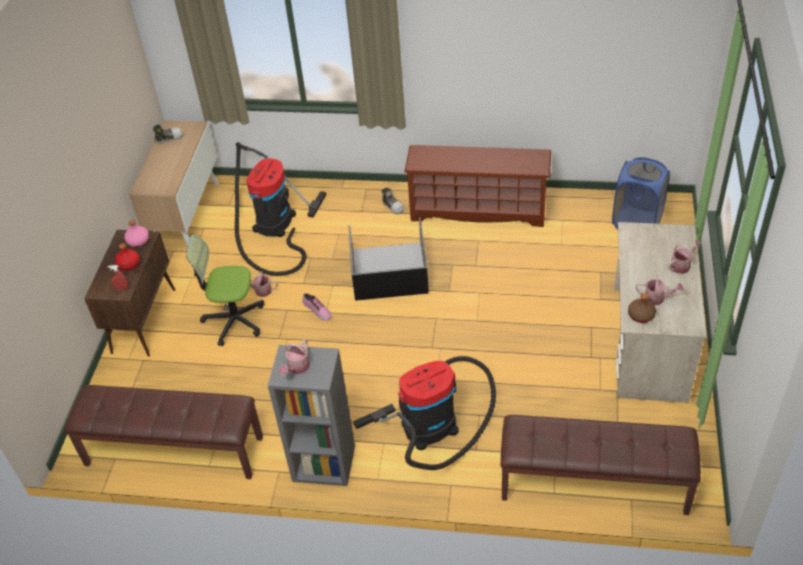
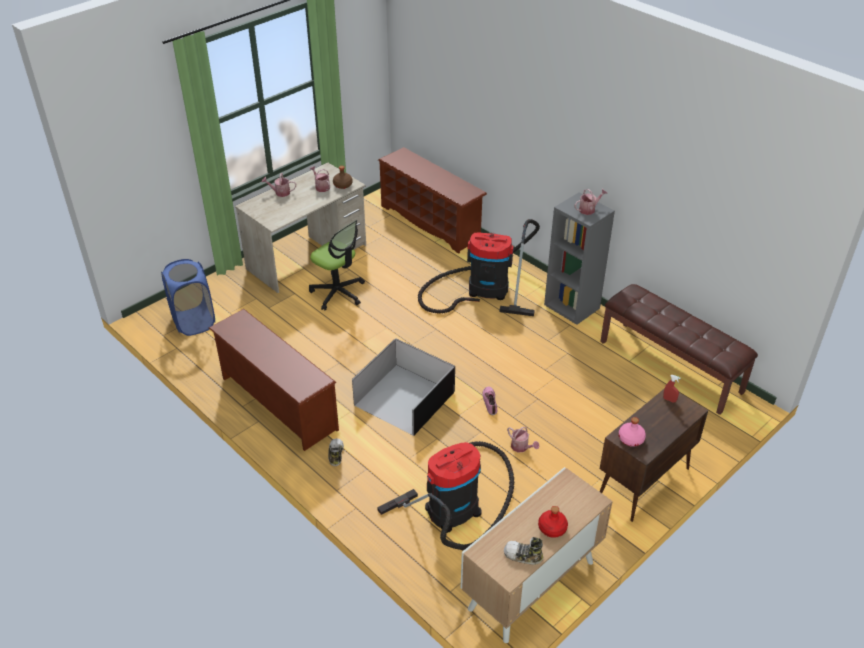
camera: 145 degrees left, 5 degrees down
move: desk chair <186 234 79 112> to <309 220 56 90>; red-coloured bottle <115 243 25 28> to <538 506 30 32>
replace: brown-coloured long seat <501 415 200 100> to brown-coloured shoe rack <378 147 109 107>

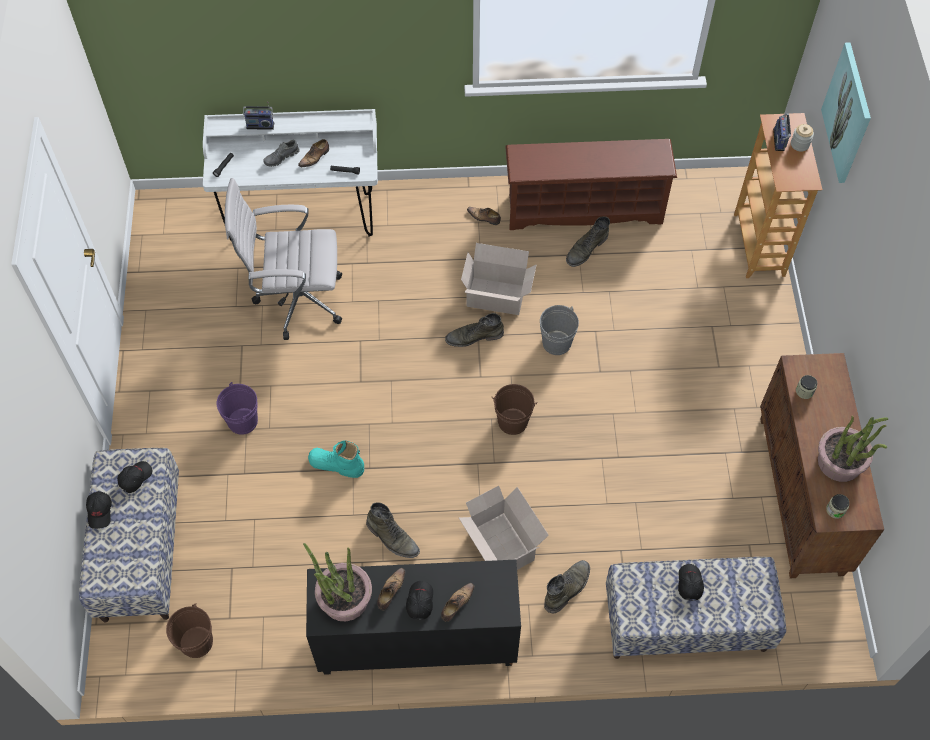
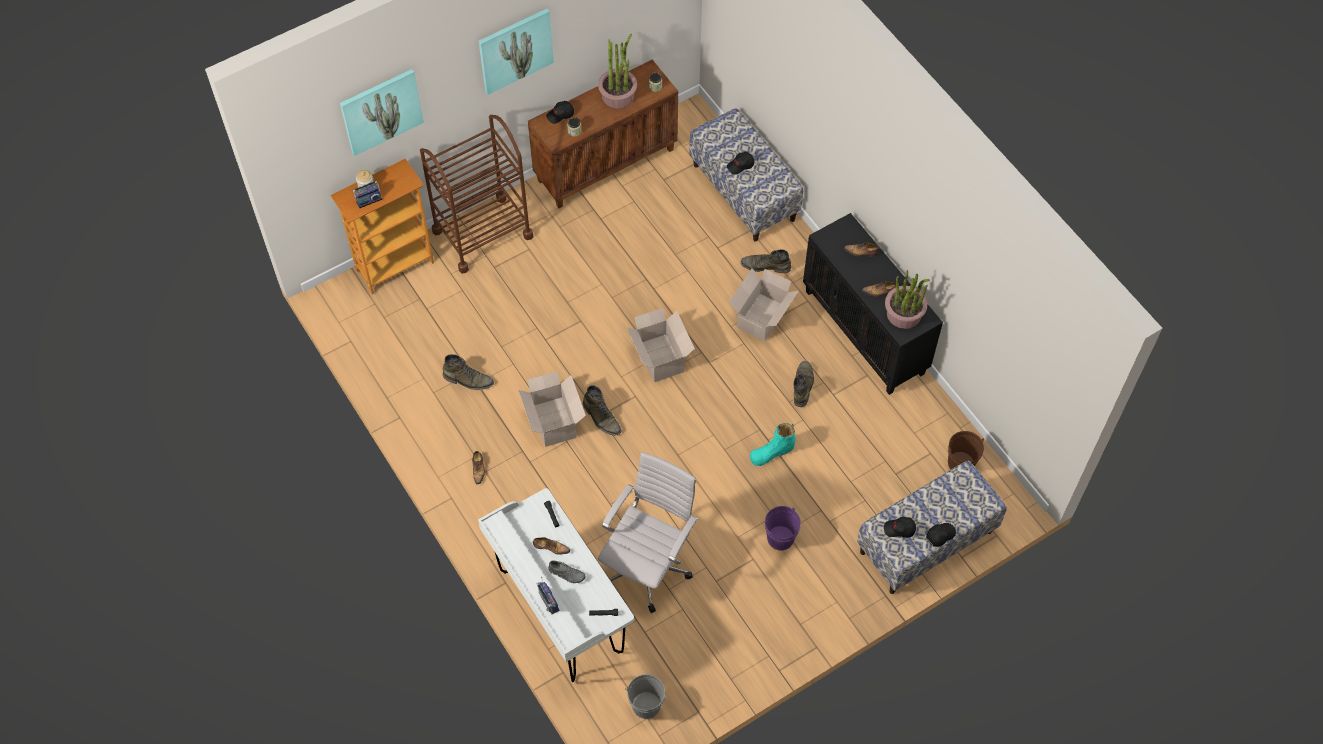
camera: 120 degrees left, 0 degrees up
delete: brown-coloured shoe rack <505 139 172 91>
insert: brown-coloured wheeled cart <420 115 113 159>; picture <479 8 75 87>
move: blackish peaked cap <406 581 27 39> to <546 101 28 23>; grey bucket <540 305 39 50> to <625 674 42 45>
replace: brown-coloured bucket <492 384 46 51> to cardboard box <626 308 69 74>
rotate: white desk chair <225 178 117 162> = <598 452 100 161> 120 degrees counterclockwise; blue-green tall boot <308 440 56 38> = <750 423 45 43> 75 degrees clockwise

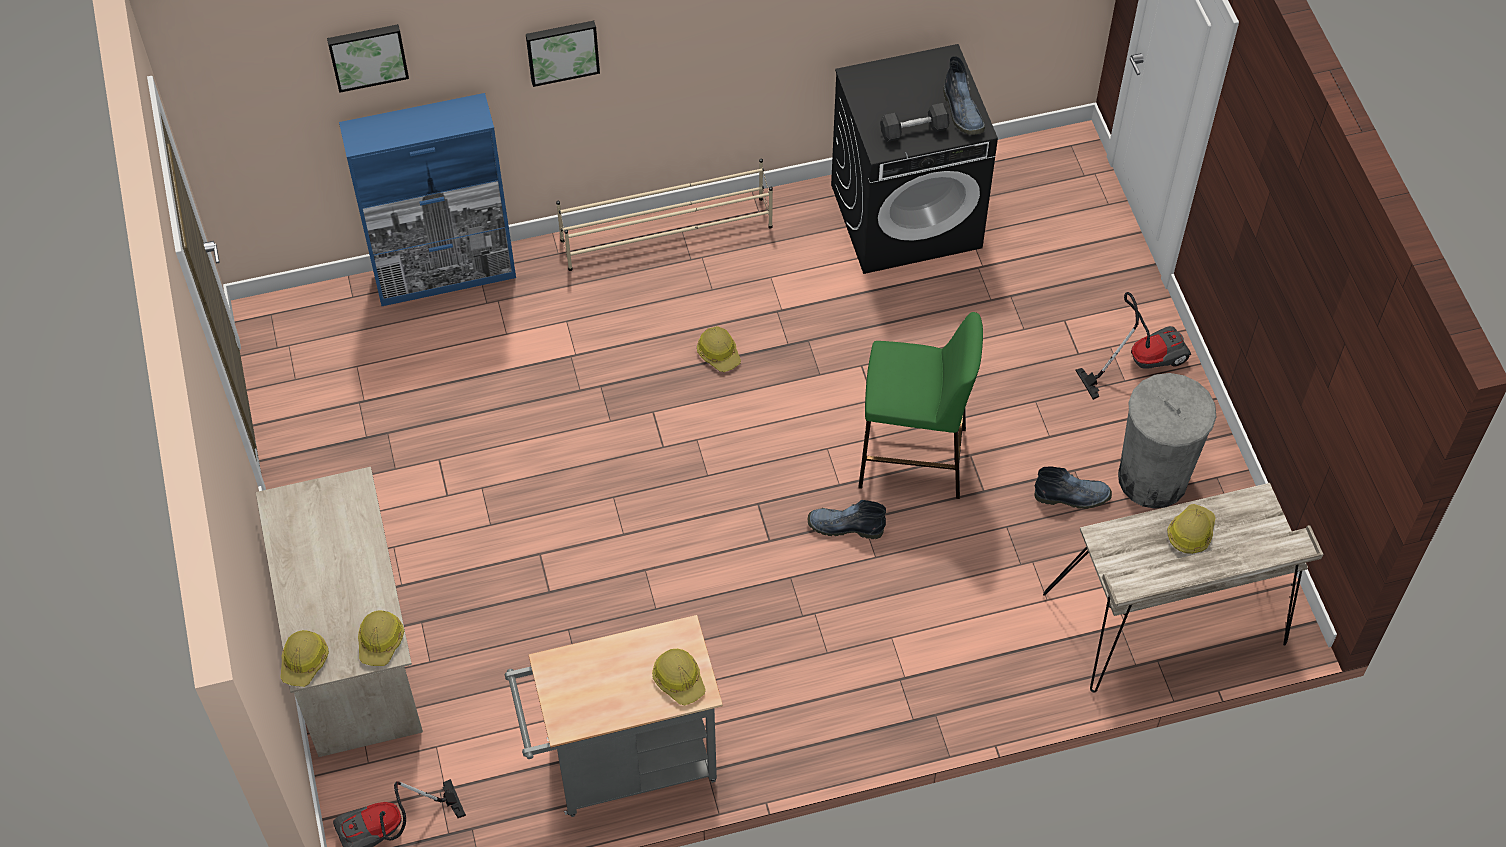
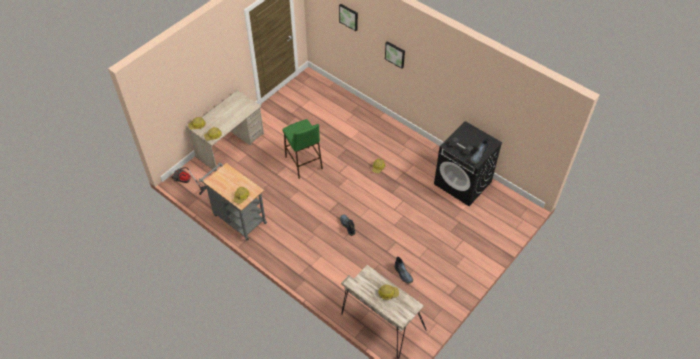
camera: 55 degrees right, 5 degrees down
delete: blue cupboard <339 93 177 213>; beige-coloured shoe rack <556 158 217 113>; vacuum <1075 292 116 108>; grey rubbish bin <1118 373 98 136>
move: green stool seat <858 312 125 187> to <283 119 40 60>

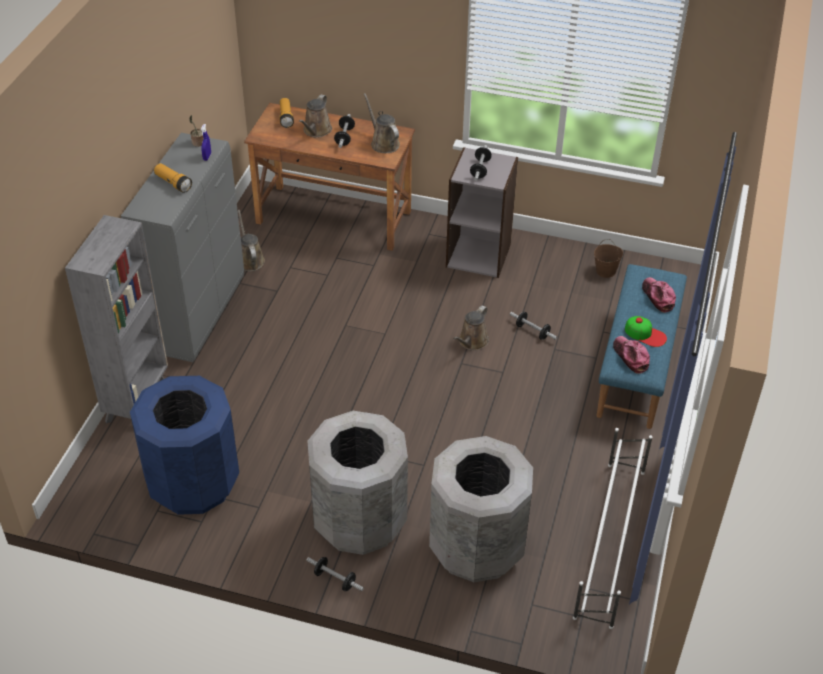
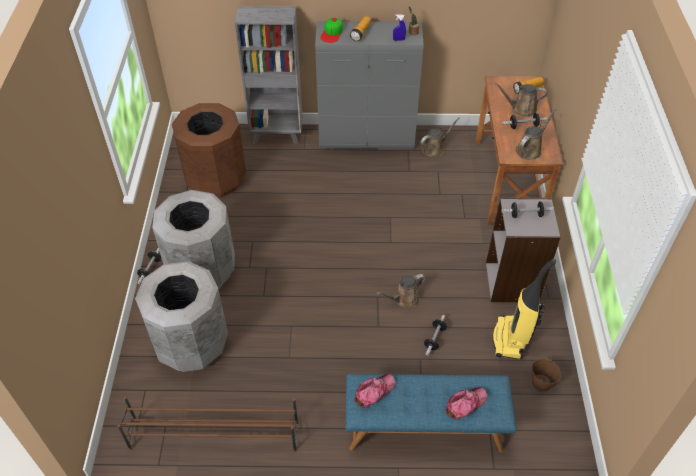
camera: 75 degrees right, 5 degrees up
insert: vacuum <492 259 64 100>
move: peaked cap <625 316 42 31> to <320 18 23 25>
recolor: white shoe rack <573 428 80 201> to brown-coloured shoe rack <117 396 181 56>; blue rubbish bin <130 376 109 139> to brown-coloured rubbish bin <172 103 74 95>
rotate: brown-coloured sprinkling can <453 306 36 45> = <376 274 49 34> 45 degrees counterclockwise

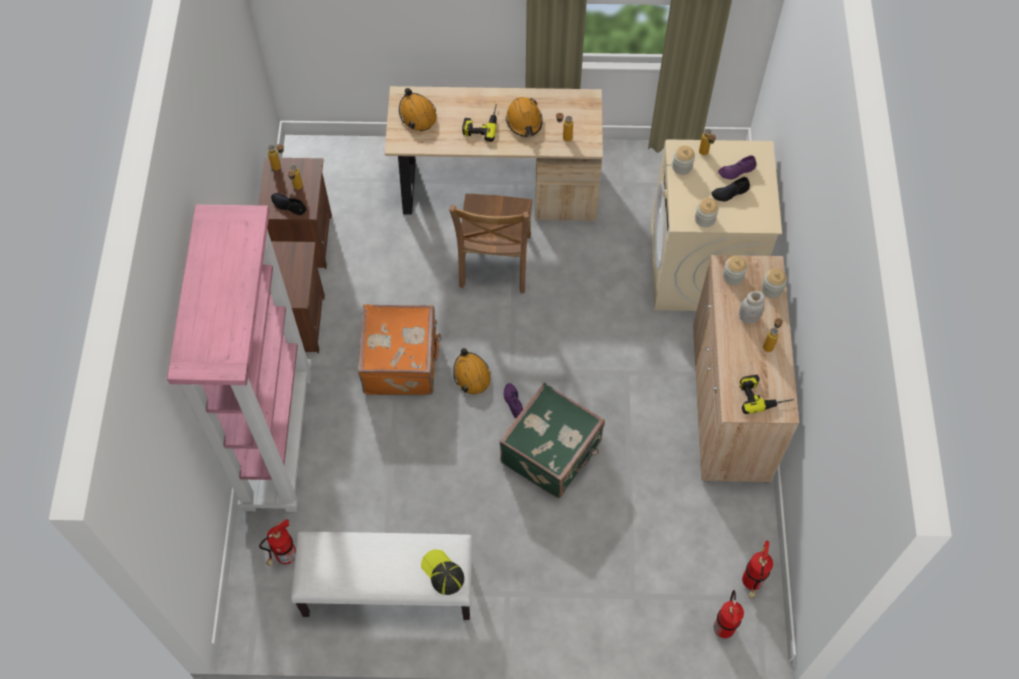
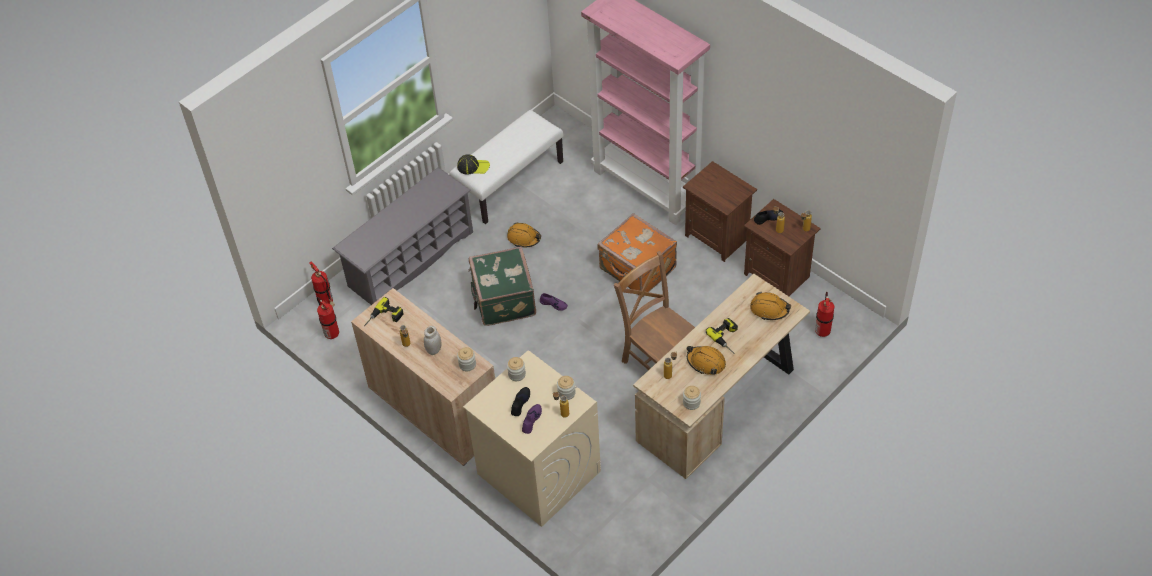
camera: 135 degrees right, 10 degrees down
insert: grey shoe rack <332 167 141 138>
move: orange-coloured work helmet <453 348 38 46> to <507 222 34 25>; preserve jar <762 268 25 30> to <683 386 18 24>; fire extinguisher <259 519 37 47> to <815 292 19 45>

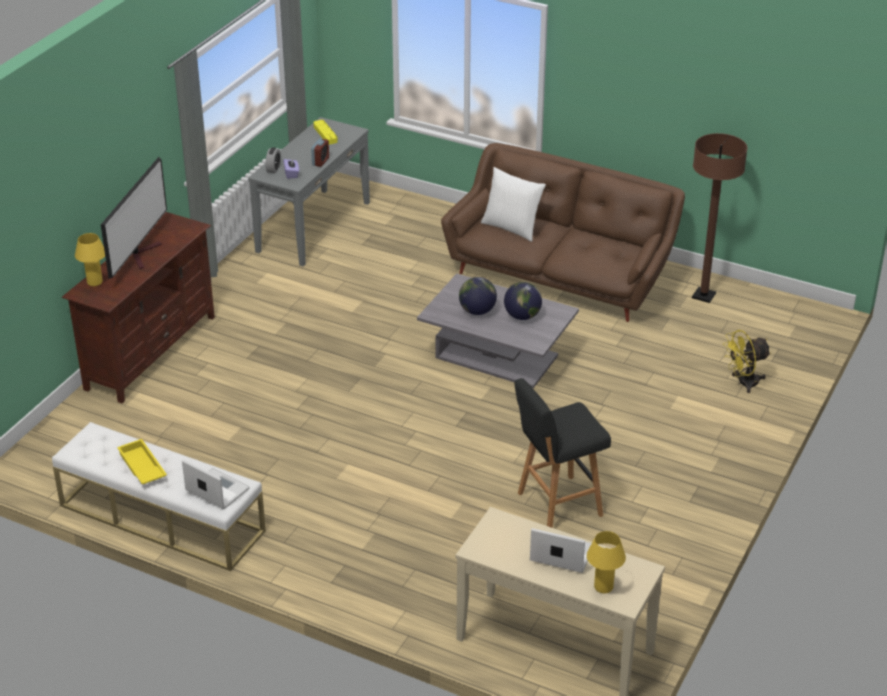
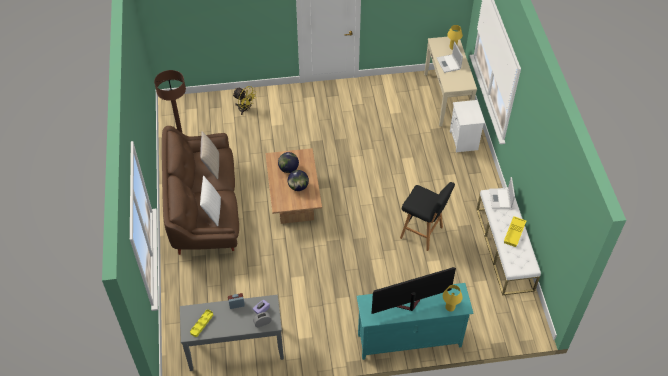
camera: 125 degrees left, 15 degrees up
insert: beige-coloured throw pillow <200 131 19 48>; white night table <450 100 35 52>
move: blackish stool seat <515 378 96 150> to <400 182 55 69>
recolor: grey low table <417 273 162 115> to brown-coloured low table <265 148 57 76>; brown-coloured tv unit <62 212 153 192> to blue-green tv unit <356 283 118 77>

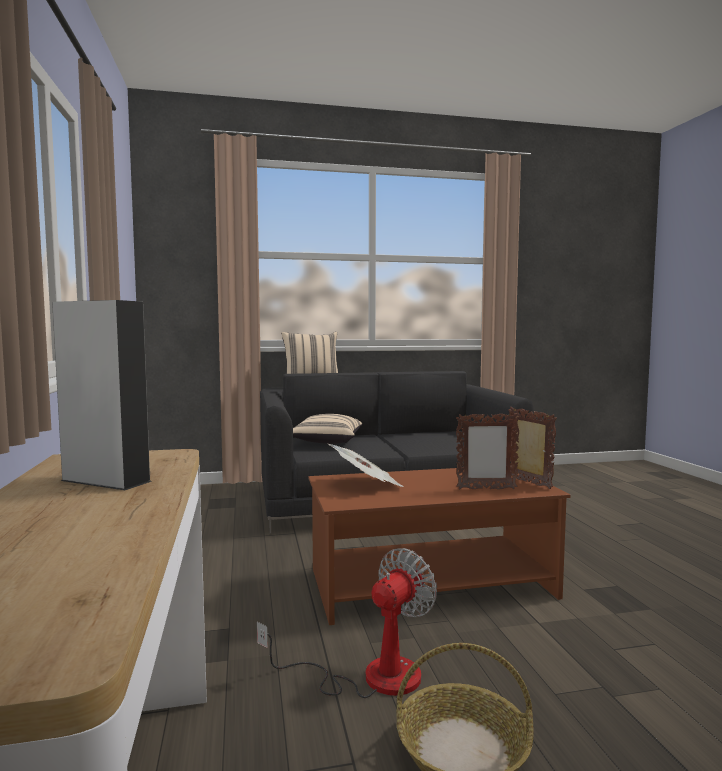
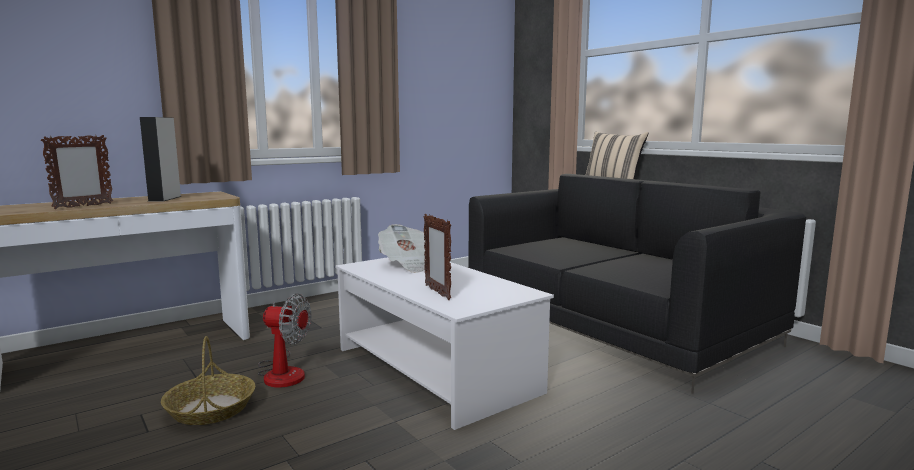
camera: 65 degrees right, 5 degrees up
delete: beige-coloured throw pillow <293 414 69 30>
move: standing frame <508 407 49 82> to <41 135 72 74>
recolor: brown-coloured low table <308 465 263 160> to white low table <335 257 219 173>

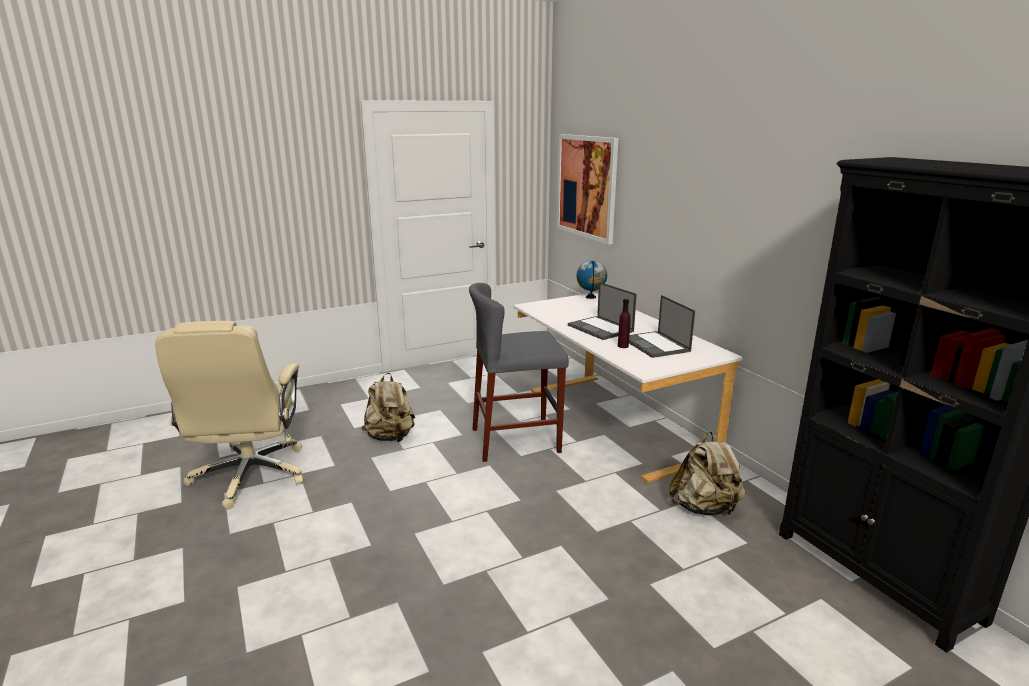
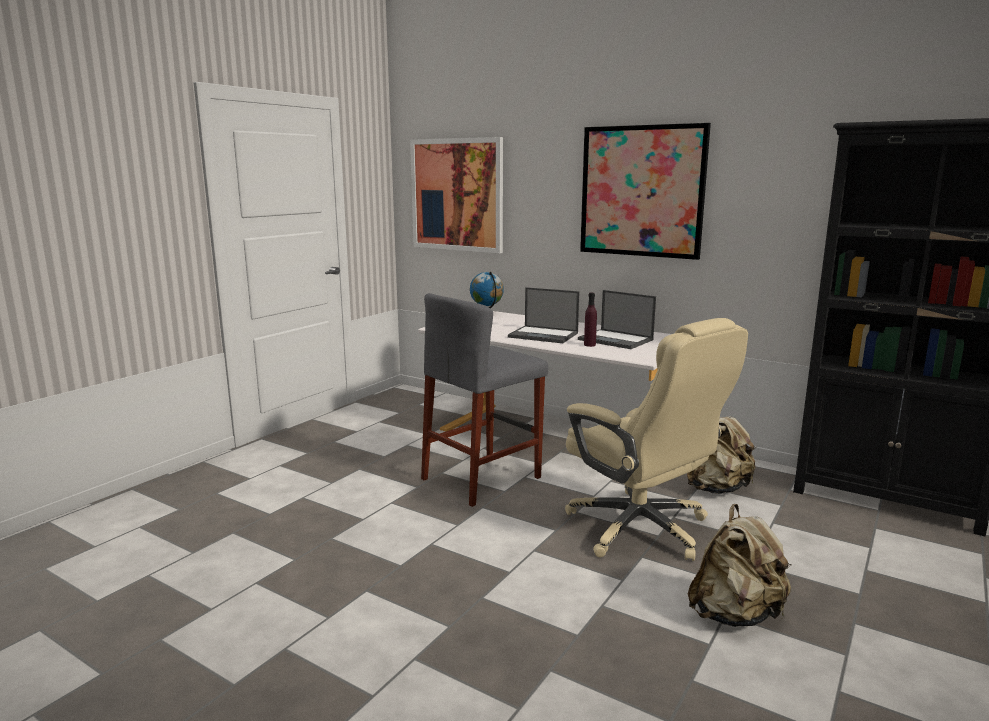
camera: 30 degrees left, 5 degrees down
insert: picture <580 123 131 137>
move: beige-coloured desk chair <155 321 148 188> to <565 318 183 243>; beige-coloured rucksack <361 373 54 69> to <688 504 103 123>

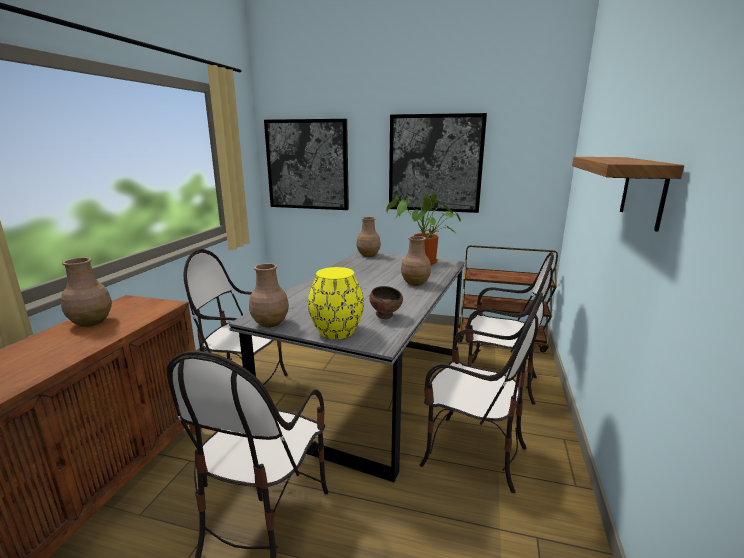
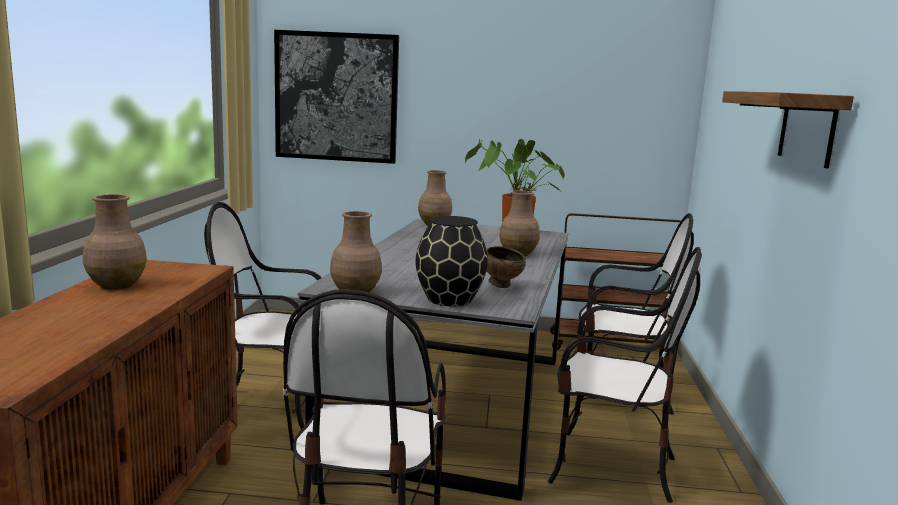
camera: 10 degrees left, 5 degrees down
delete: picture <389 113 98 100>
recolor: yellowish flower vase <308 267 56 72> to blackish flower vase <415 216 73 90>

